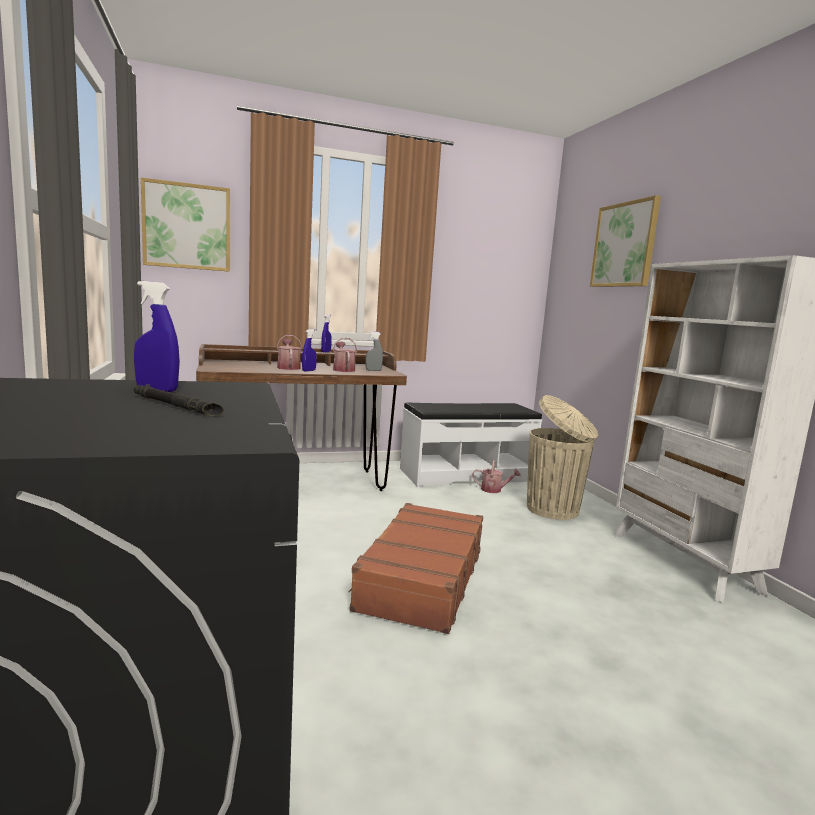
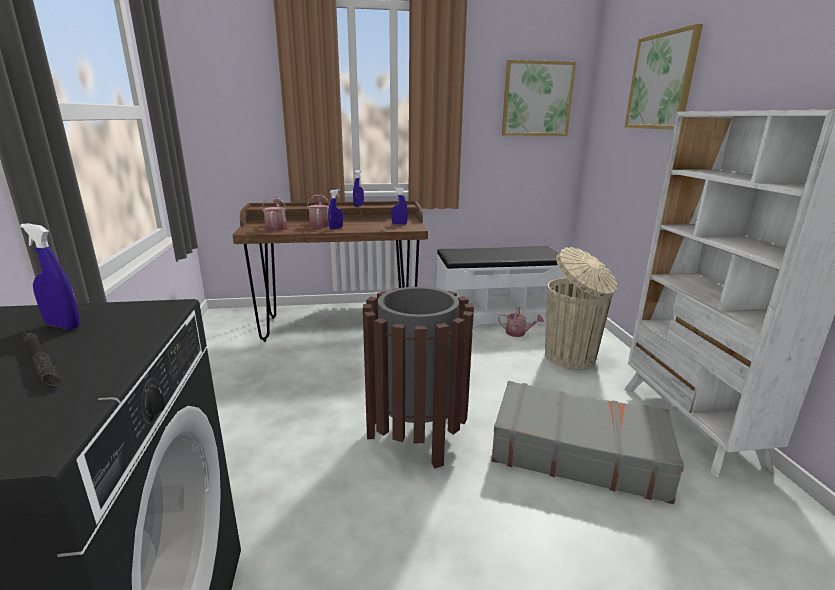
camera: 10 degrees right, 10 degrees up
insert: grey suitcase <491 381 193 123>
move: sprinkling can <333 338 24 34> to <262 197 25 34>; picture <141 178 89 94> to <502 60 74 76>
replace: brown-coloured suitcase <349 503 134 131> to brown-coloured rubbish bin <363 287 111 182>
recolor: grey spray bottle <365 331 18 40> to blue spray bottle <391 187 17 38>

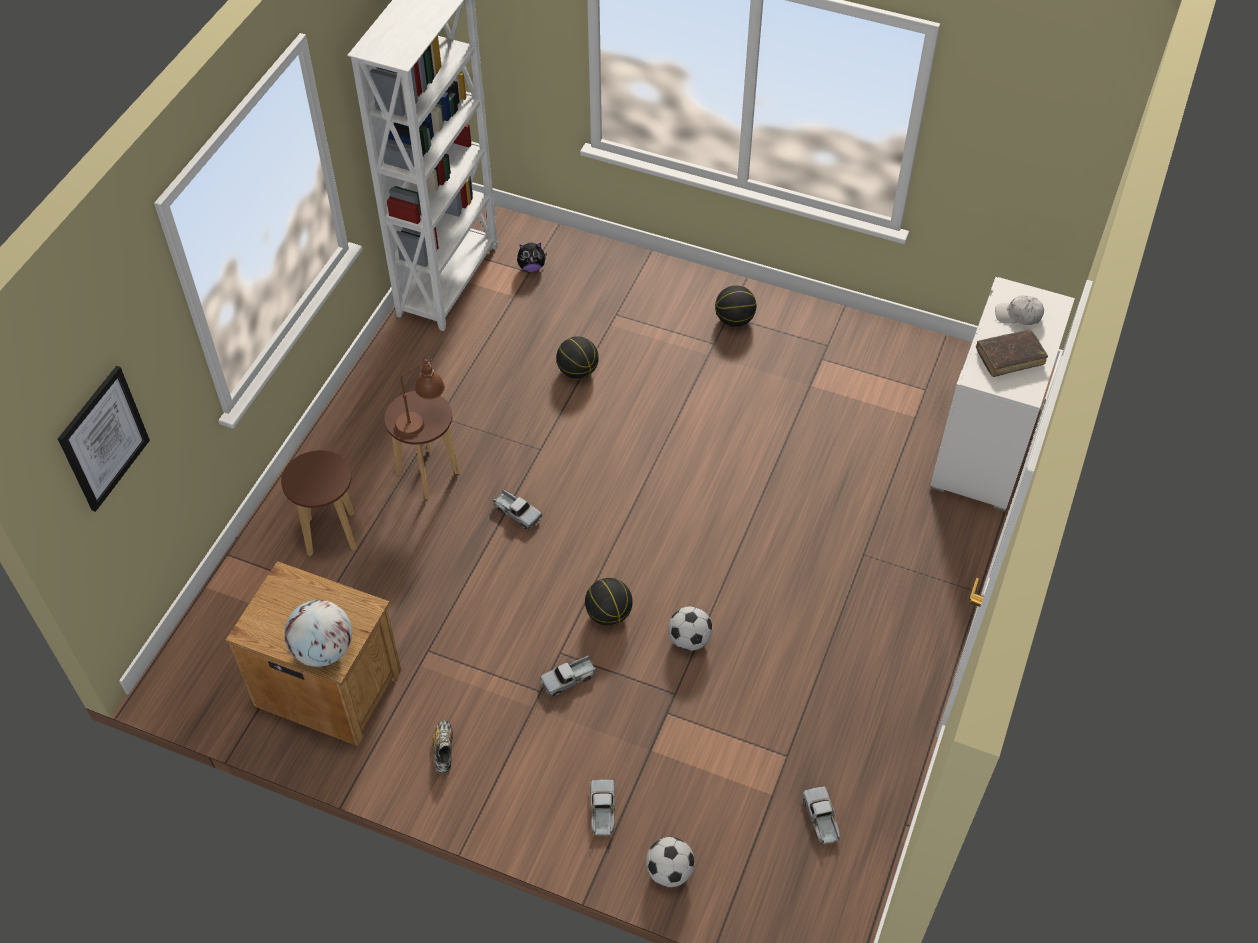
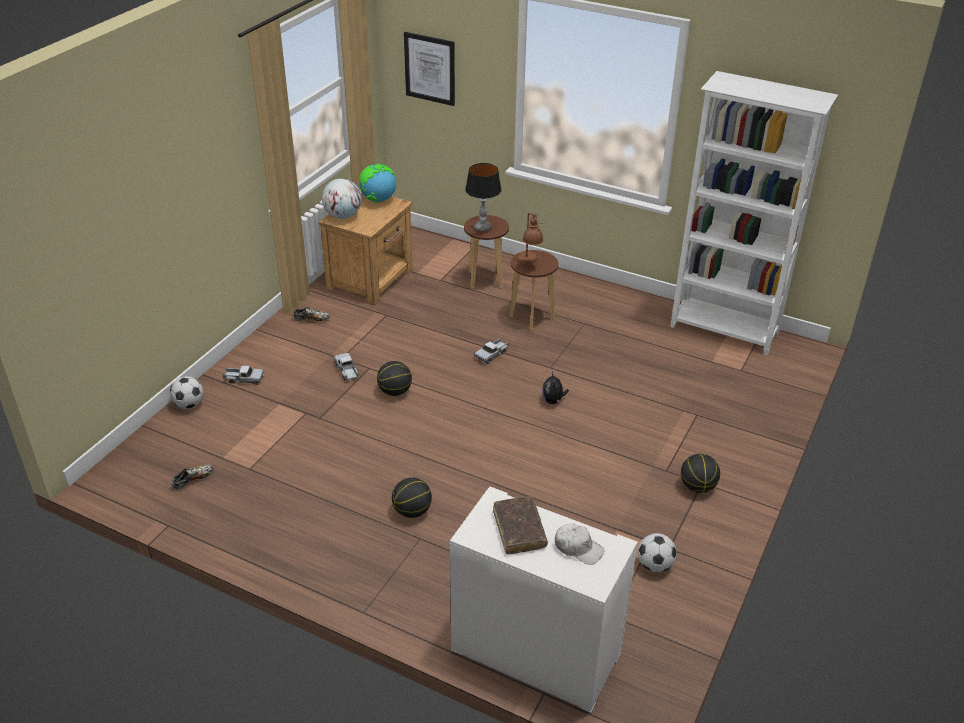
camera: 95 degrees right, 15 degrees down
insert: world globe <359 164 37 39>; tabletop lamp <465 163 36 69>
move: ball for basketball <556 336 43 43> to <392 477 40 41>; plush toy <517 243 30 29> to <542 371 27 33>; football ball <668 606 44 45> to <638 533 39 39>
replace: model truck <803 787 37 57> to shoe <171 464 43 26>
rotate: white peaked cap <995 295 49 30> = <555 523 49 42> 105 degrees clockwise

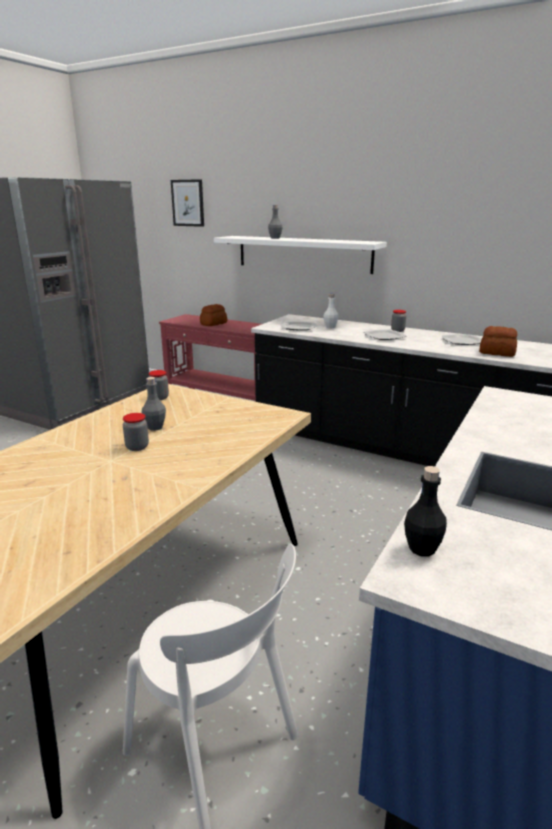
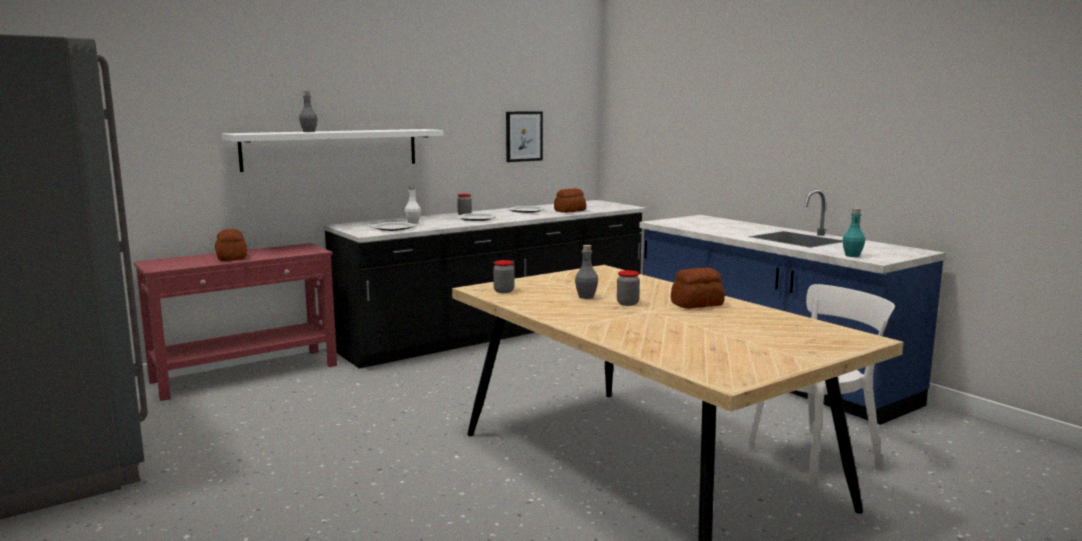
camera: 65 degrees left, 10 degrees down
insert: bread <671 267 54 42>
move: picture <171 179 33 48> to <506 111 37 51>
recolor: blackish bottle <404 466 43 91> to blue-green bottle <843 208 22 49>

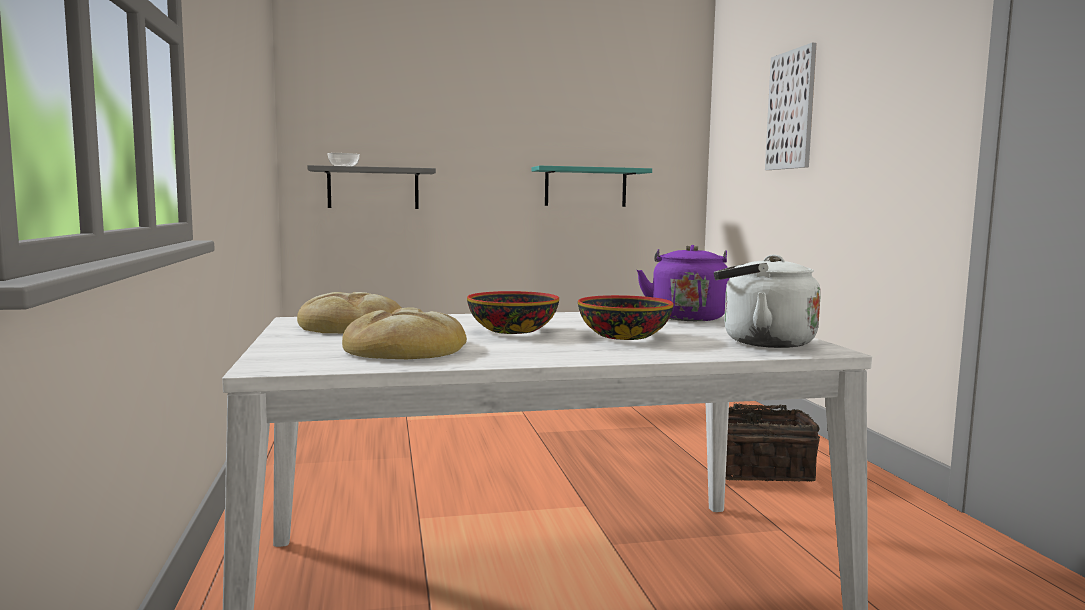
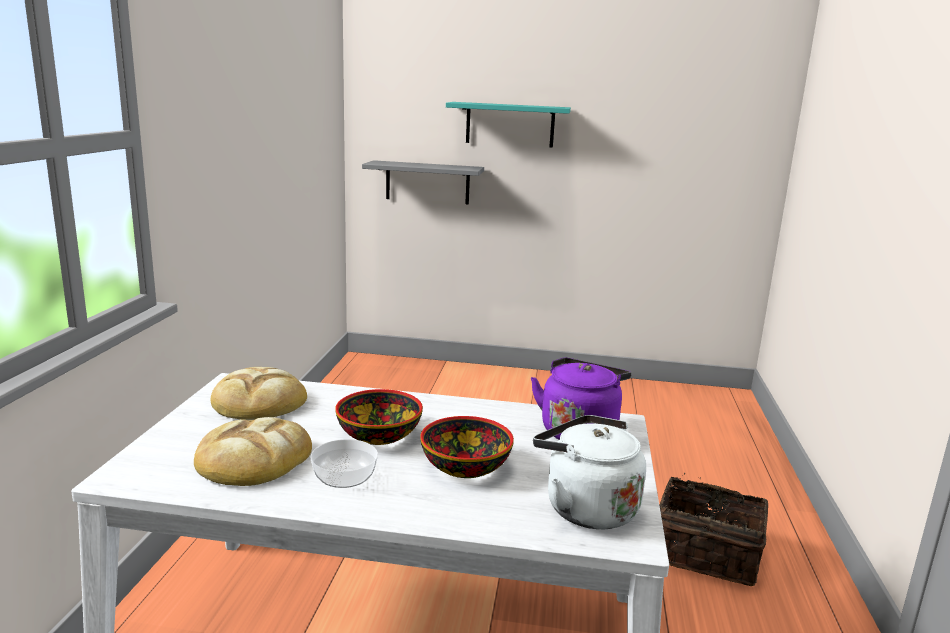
camera: 20 degrees right, 10 degrees up
delete: picture <765 43 51 127>
move: serving bowl <327 153 33 13> to <311 439 67 49>; blue-green shelf <531 166 121 41> to <446 102 125 46>

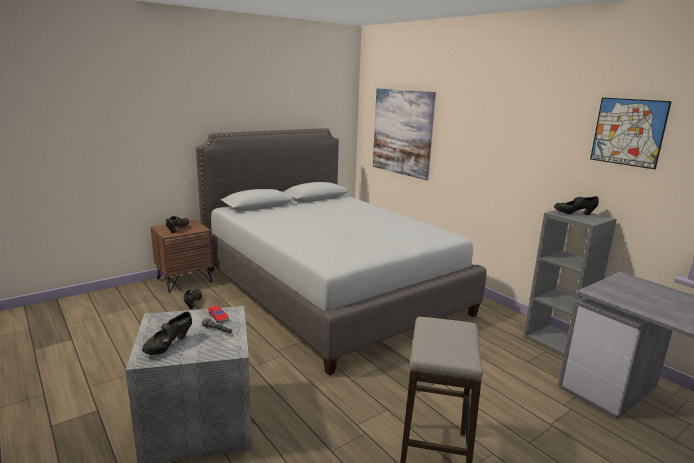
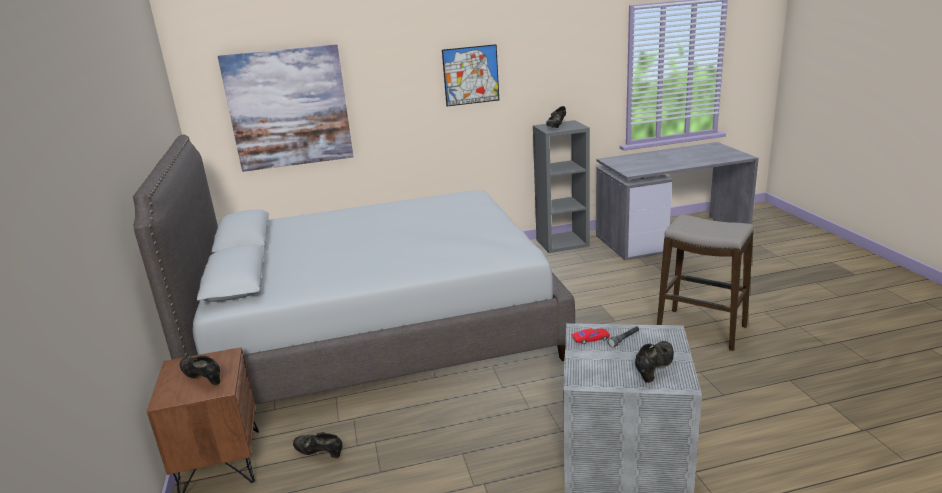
camera: 65 degrees left, 5 degrees up
move: picture <590 97 82 72> to <442 44 57 62>
rotate: blackish shoe <142 312 50 43> = <635 341 39 42> 105 degrees counterclockwise

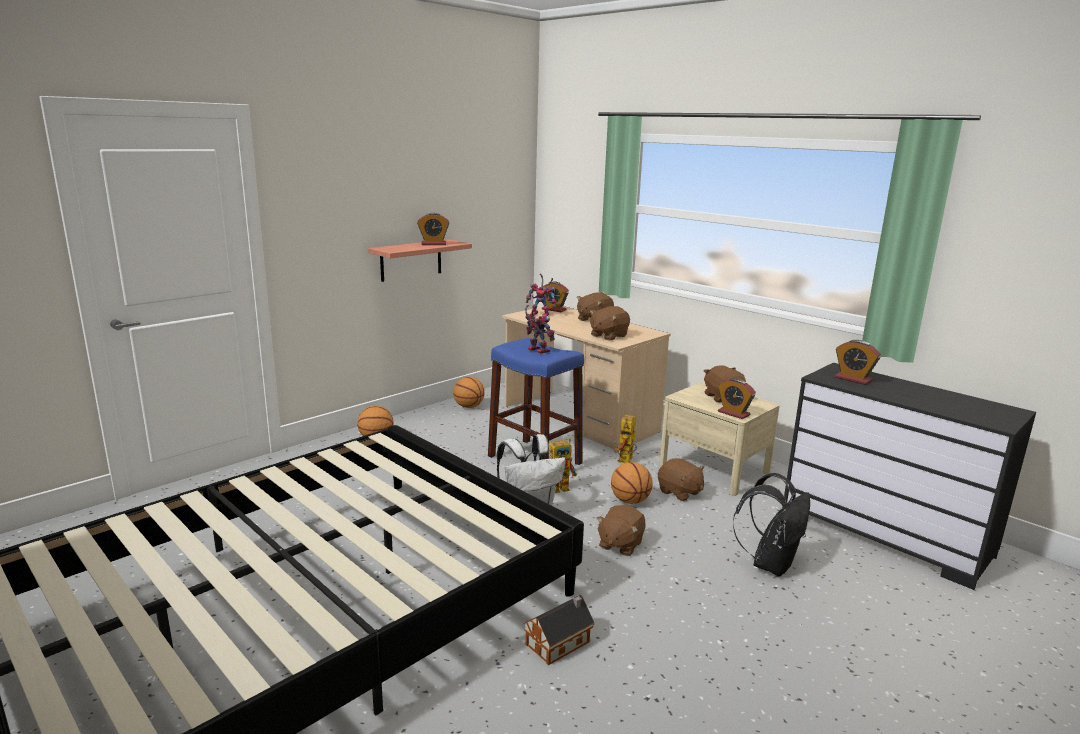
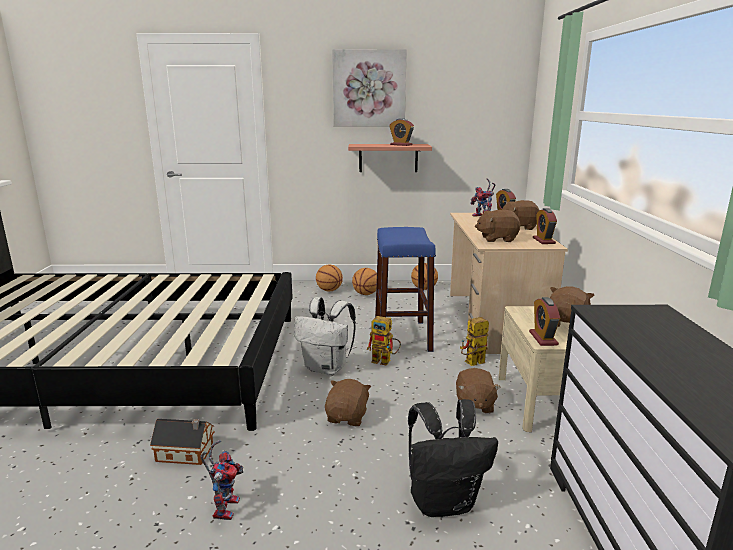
camera: 45 degrees right, 0 degrees up
insert: picture <332 49 75 77>
move: toy robot <525 305 30 49> to <200 440 43 80>; ball for basketball <611 462 42 42> to <352 268 25 27>; bedside clock <835 340 46 45> to <533 208 24 36>
rotate: brown-coloured plush toy <596 505 50 51> = <325 379 46 47> 120 degrees clockwise

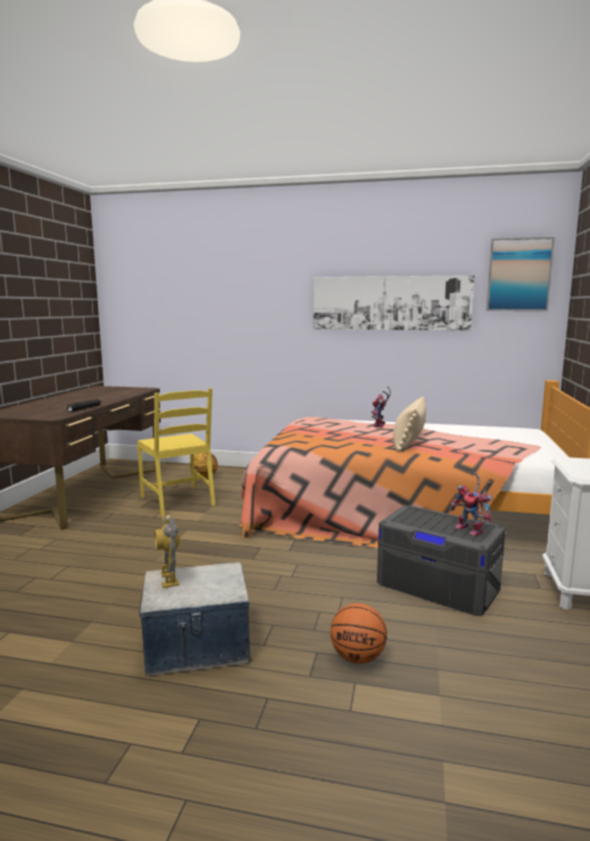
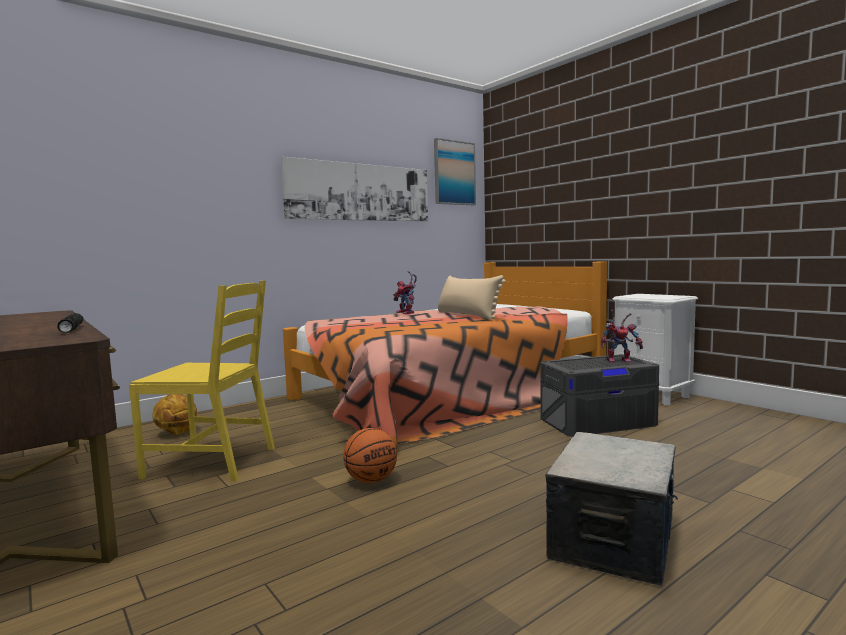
camera: 50 degrees left, 5 degrees down
delete: toy robot <154 514 26 74>
move: ball for basketball <330 603 57 61> to <343 428 54 55>

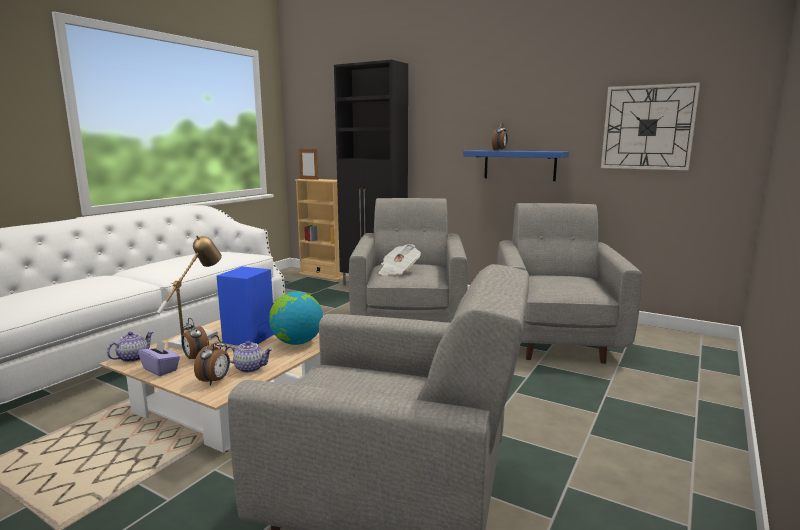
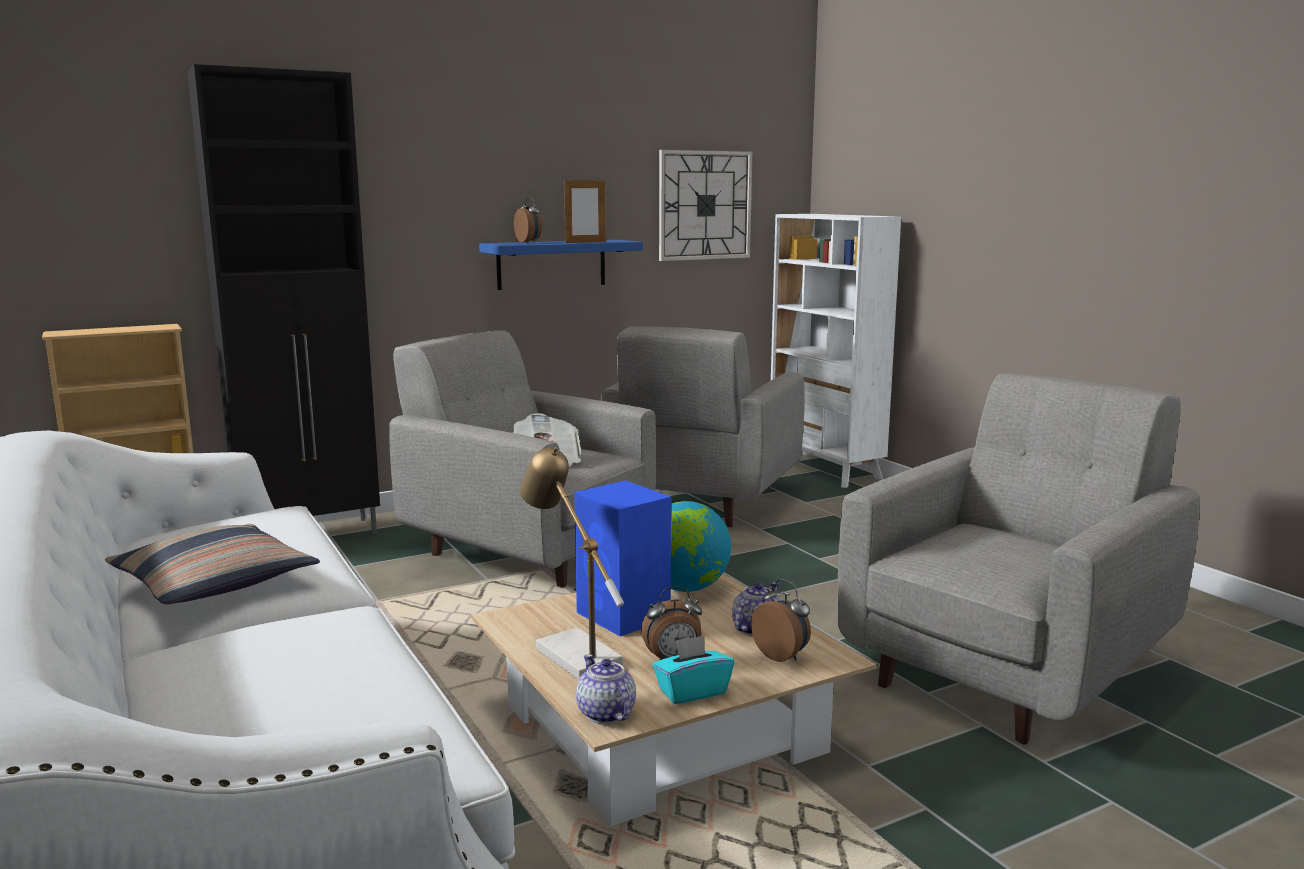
camera: 60 degrees left, 0 degrees up
insert: throw pillow <105 524 215 80>; white bookshelf <771 214 130 274>
move: standing frame <299 149 19 31> to <564 179 42 64>
recolor: purplish box of tissues <138 339 42 37> to blue-green box of tissues <653 635 81 69>
rotate: grey armchair <497 203 145 161> = <601 327 204 200> 105 degrees counterclockwise

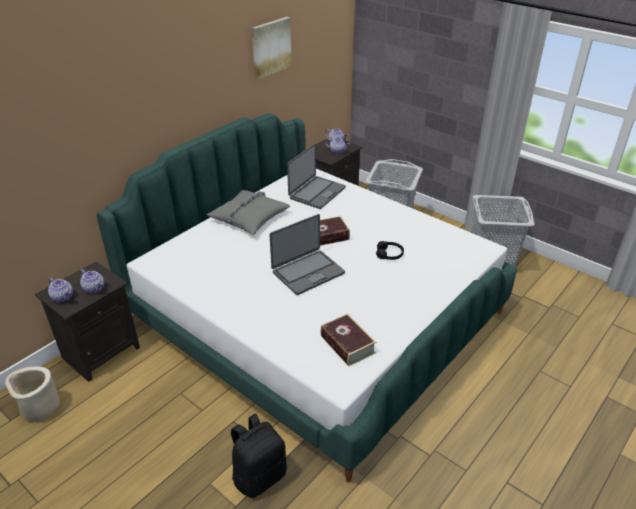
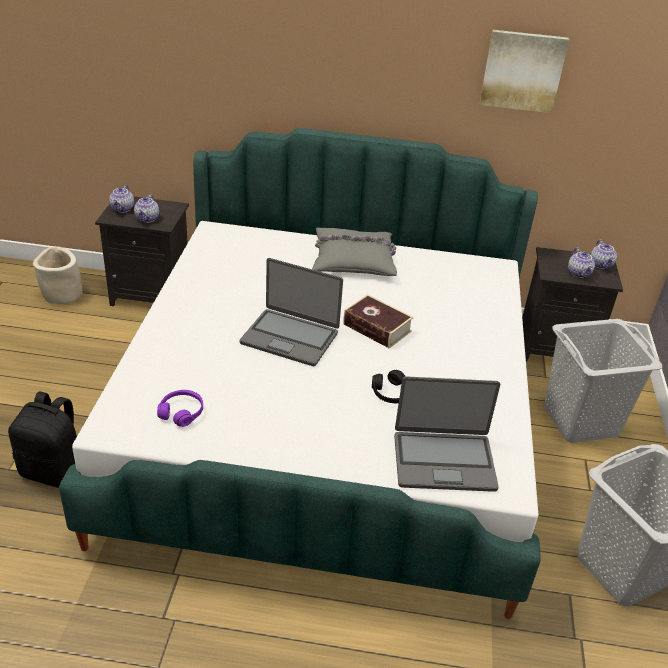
camera: 55 degrees right, 0 degrees up
move: portable computer <287 144 59 65> to <394 376 106 116>
replace: bound book <321 313 56 53> to purplish headset <157 390 46 37>

